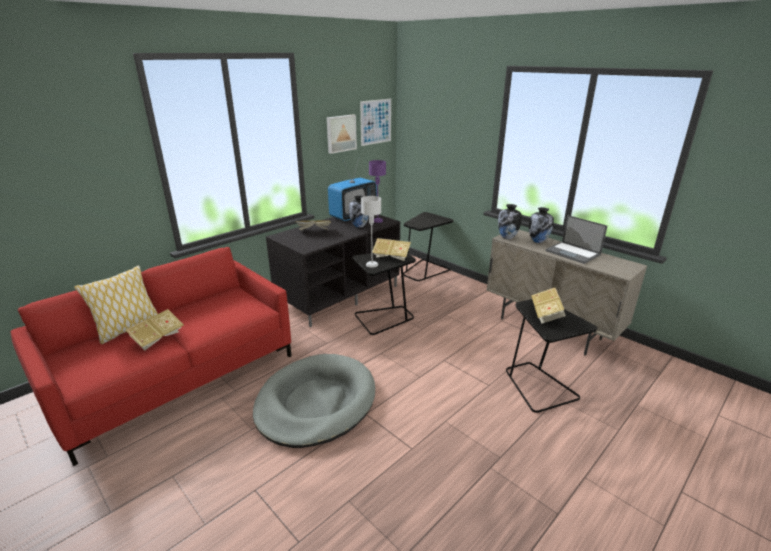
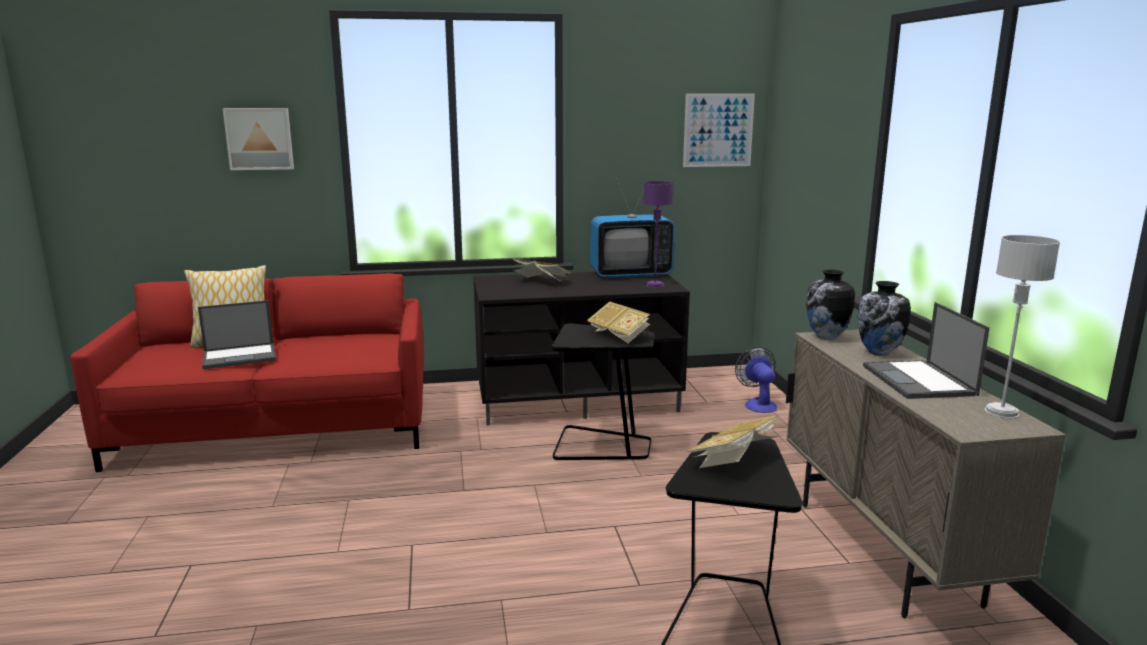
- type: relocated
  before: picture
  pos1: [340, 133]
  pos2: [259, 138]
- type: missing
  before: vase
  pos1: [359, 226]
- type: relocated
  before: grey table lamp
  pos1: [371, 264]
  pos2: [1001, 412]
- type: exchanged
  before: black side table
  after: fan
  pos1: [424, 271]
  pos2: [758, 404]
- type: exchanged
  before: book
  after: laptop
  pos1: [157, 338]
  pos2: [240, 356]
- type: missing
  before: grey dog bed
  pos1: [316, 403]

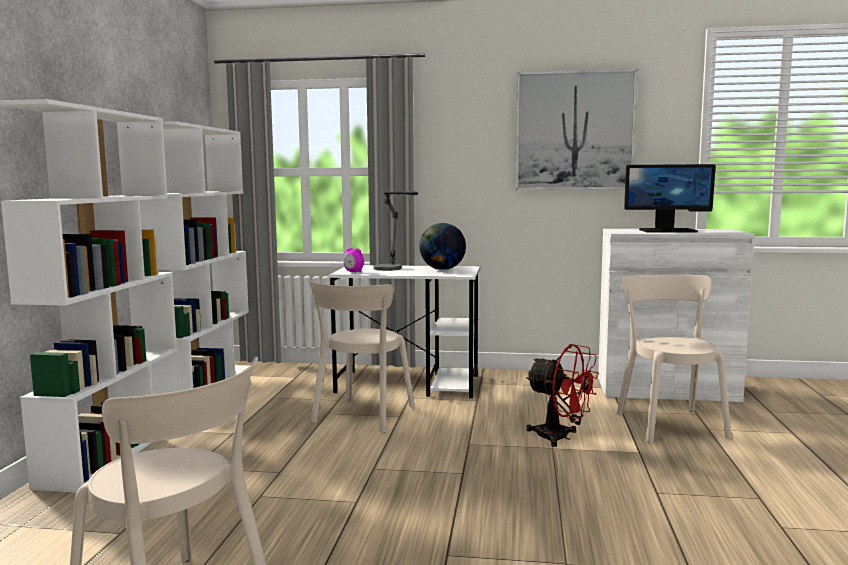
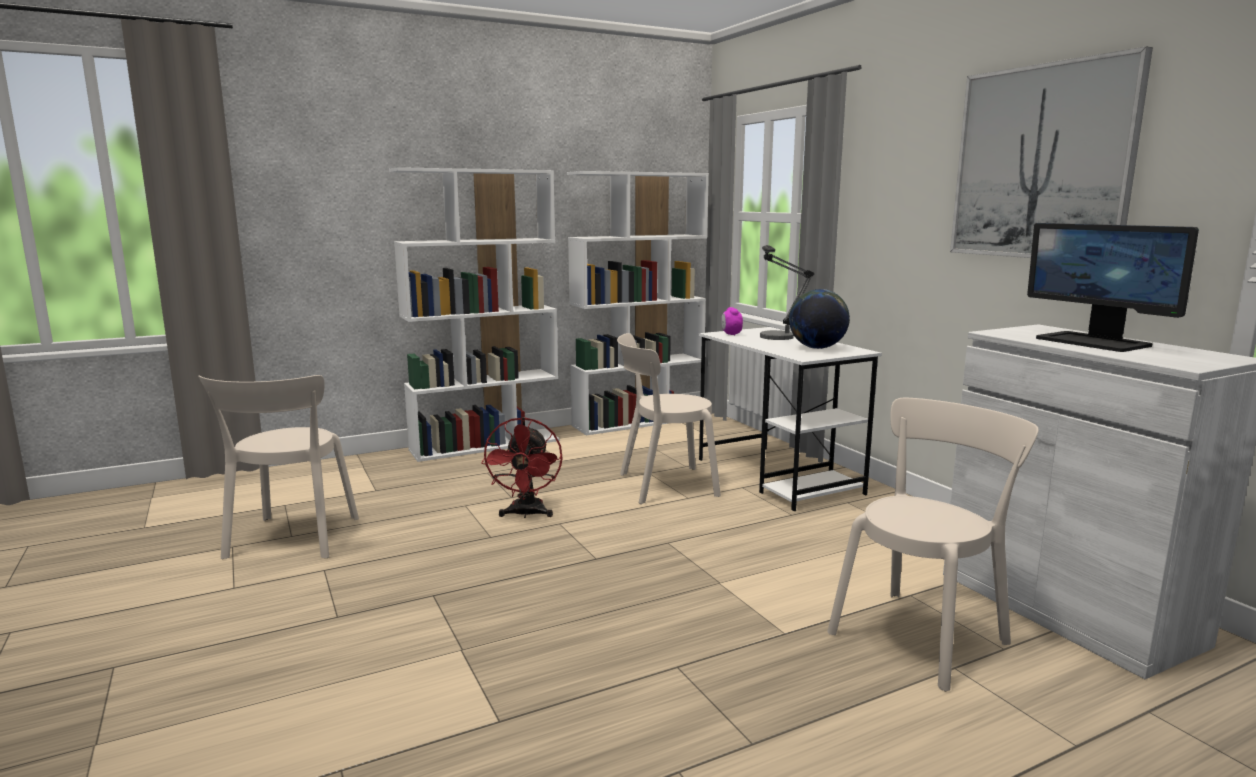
- type: relocated
  before: red fan
  pos1: [560, 438]
  pos2: [526, 514]

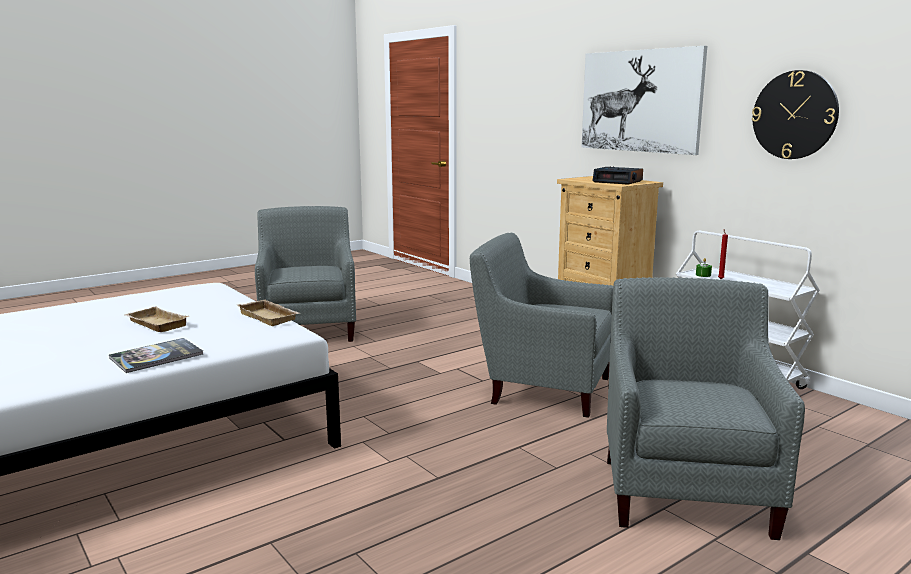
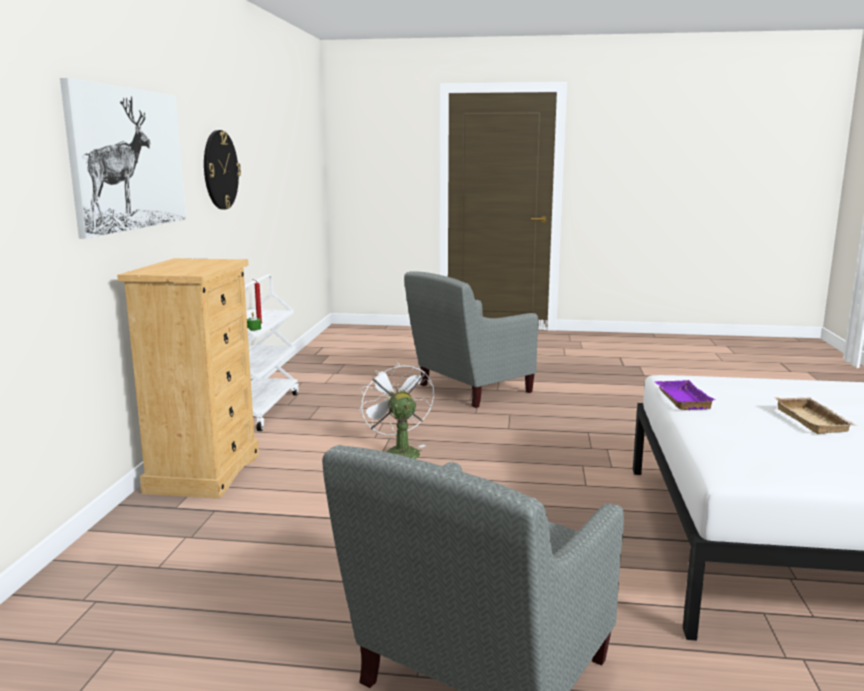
- type: missing
  before: alarm clock
  pos1: [618, 181]
- type: exchanged
  before: grey armchair
  after: white fan
  pos1: [543, 387]
  pos2: [397, 452]
- type: colour
  before: beige tray
  after: purple tray
  pos1: [270, 317]
  pos2: [680, 399]
- type: missing
  before: book
  pos1: [156, 356]

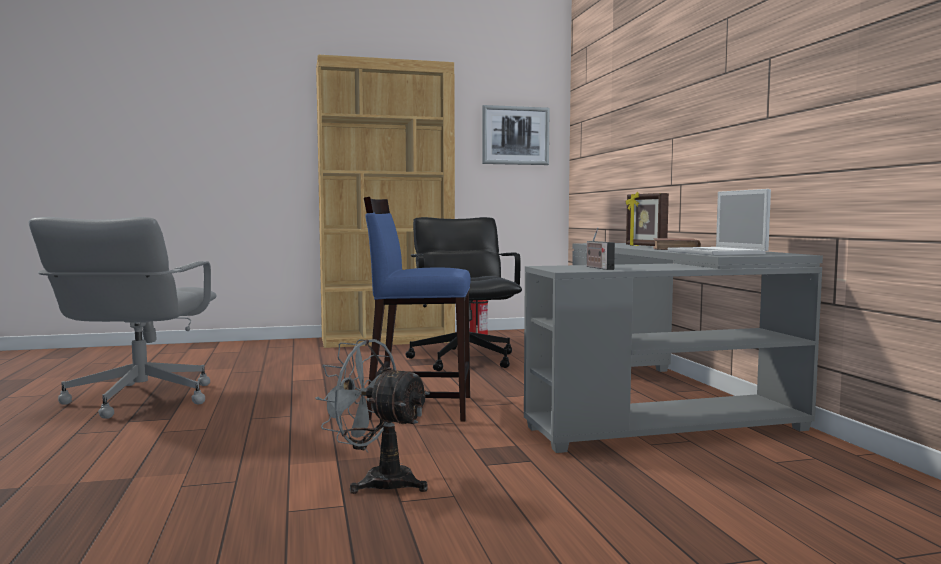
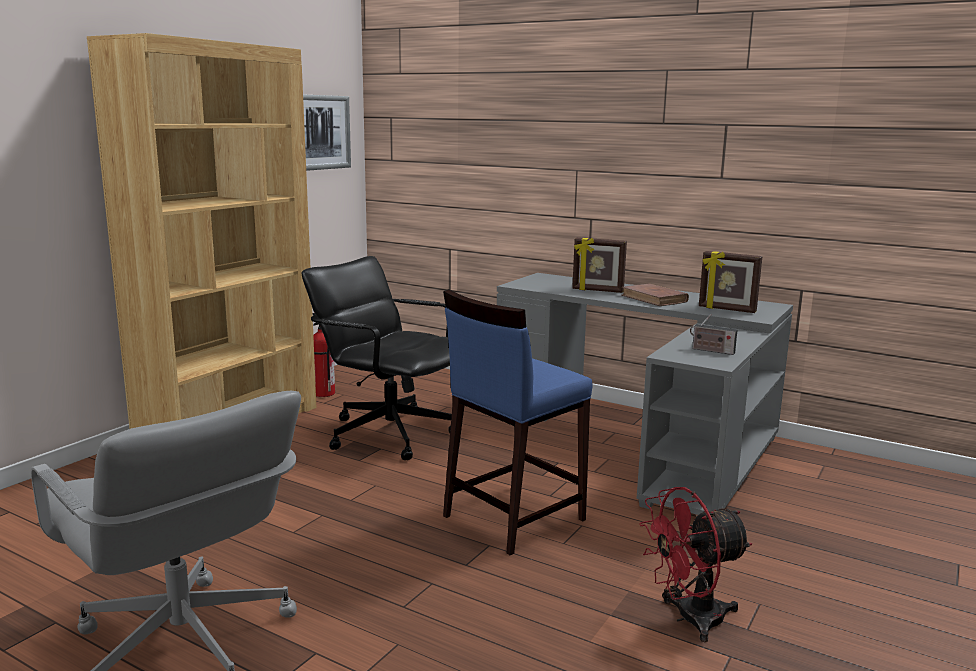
- type: exchanged
  before: laptop
  after: picture frame
  pos1: [717, 253]
  pos2: [726, 309]
- type: colour
  before: grey fan
  after: red fan
  pos1: [377, 481]
  pos2: [689, 619]

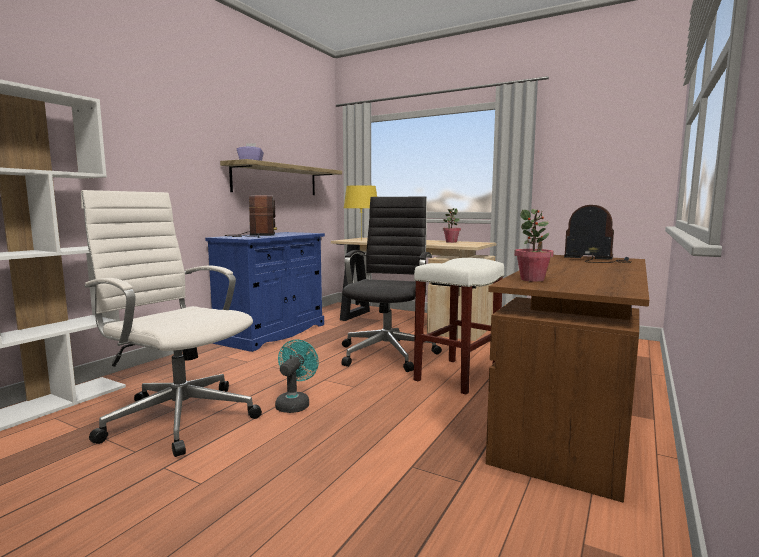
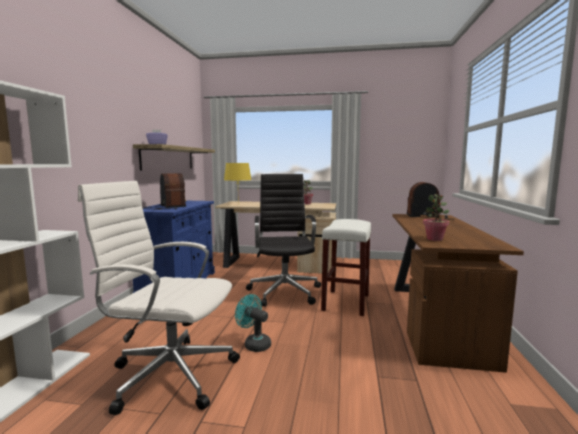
- type: spun
  before: turquoise fan
  pos1: [294, 403]
  pos2: [254, 344]
  turn: -45

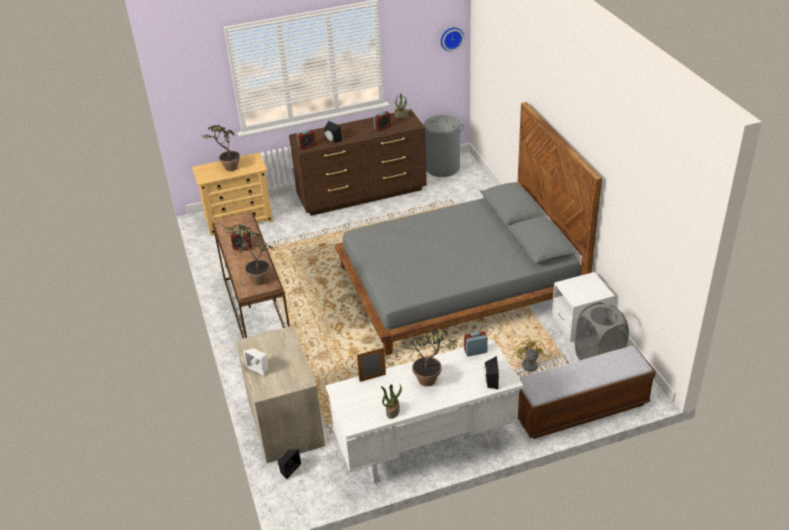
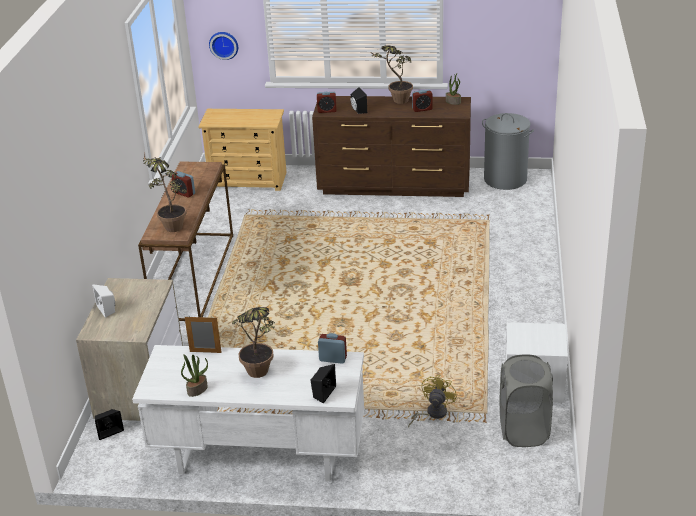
- type: relocated
  before: wall clock
  pos1: [451, 38]
  pos2: [224, 44]
- type: missing
  before: grey bed
  pos1: [458, 283]
- type: relocated
  before: potted plant
  pos1: [227, 170]
  pos2: [395, 101]
- type: missing
  before: bench
  pos1: [581, 409]

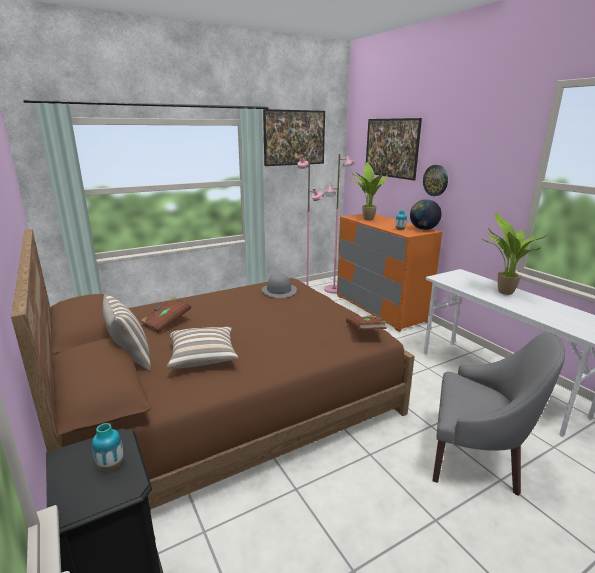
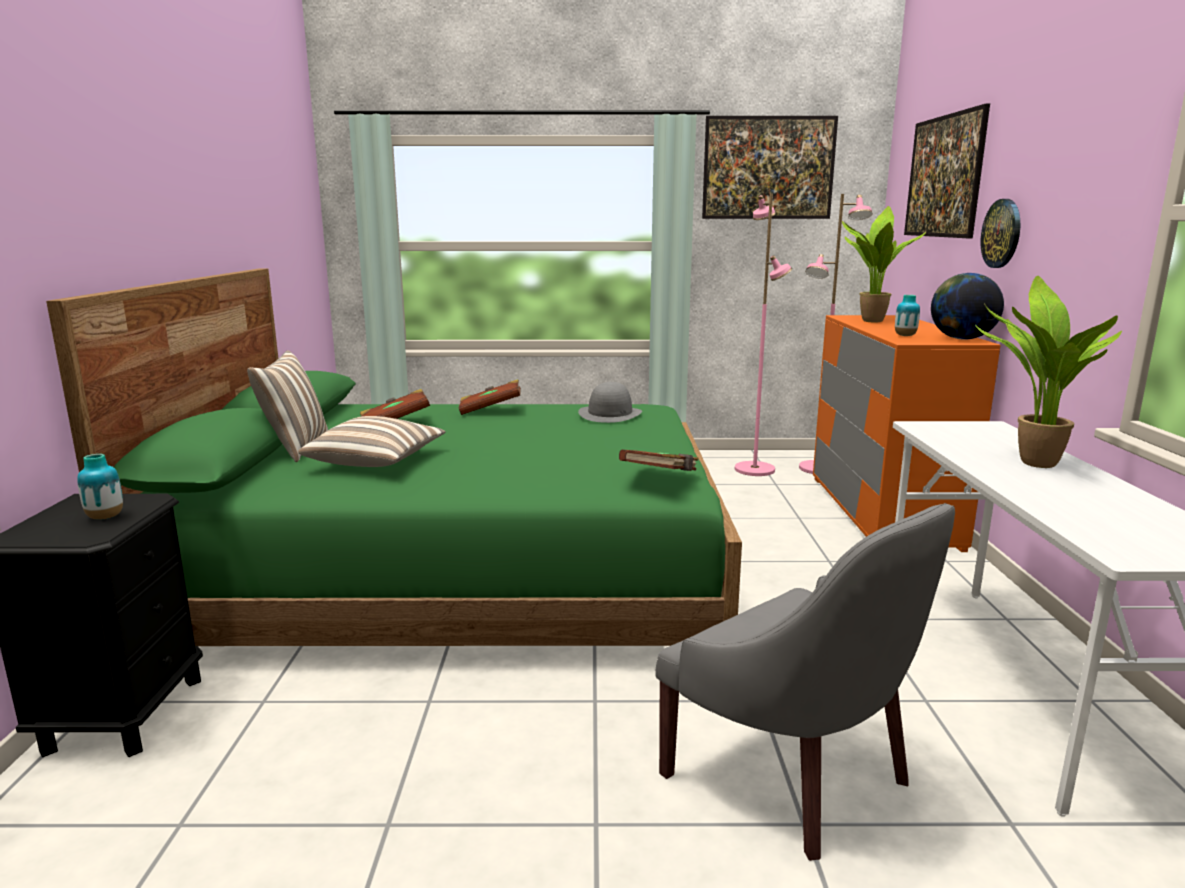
- type: colour
  before: brown bed
  after: green bed
  pos1: [225, 400]
  pos2: [460, 571]
- type: appeared
  after: brown book
  pos2: [490, 410]

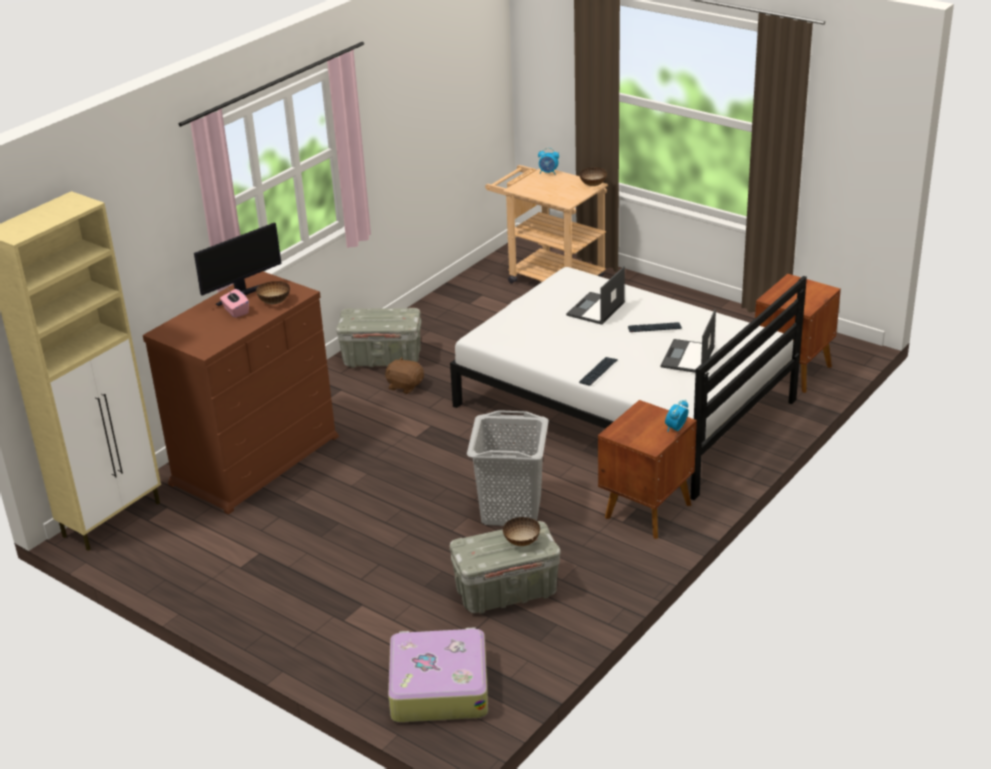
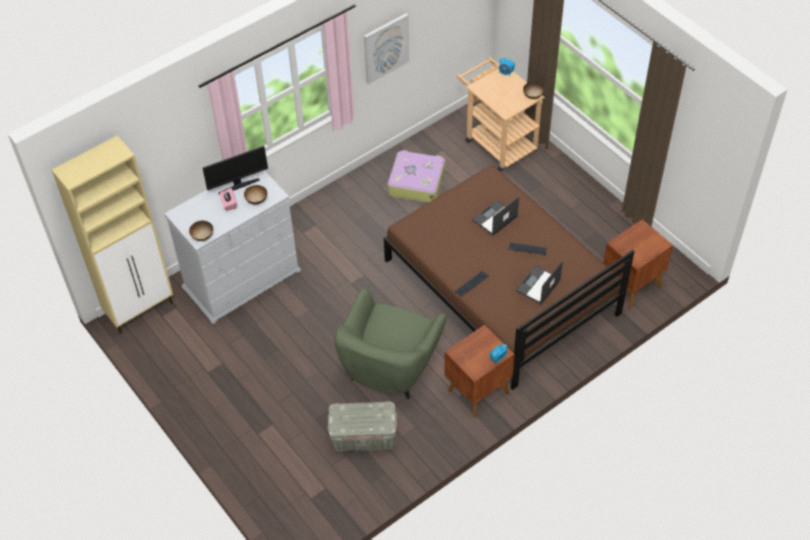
- type: colour
  before: white bed
  after: brown bed
  pos1: [623, 403]
  pos2: [500, 286]
- type: colour
  before: brown dresser
  after: white dresser
  pos1: [256, 460]
  pos2: [242, 278]
- type: missing
  before: grey storage box
  pos1: [381, 359]
- type: missing
  before: brown plush toy
  pos1: [405, 386]
- type: exchanged
  before: grey laundry basket
  after: green armchair
  pos1: [510, 510]
  pos2: [390, 368]
- type: relocated
  before: bowl
  pos1: [521, 542]
  pos2: [202, 236]
- type: relocated
  before: suitcase
  pos1: [438, 687]
  pos2: [416, 182]
- type: appeared
  after: picture
  pos2: [386, 48]

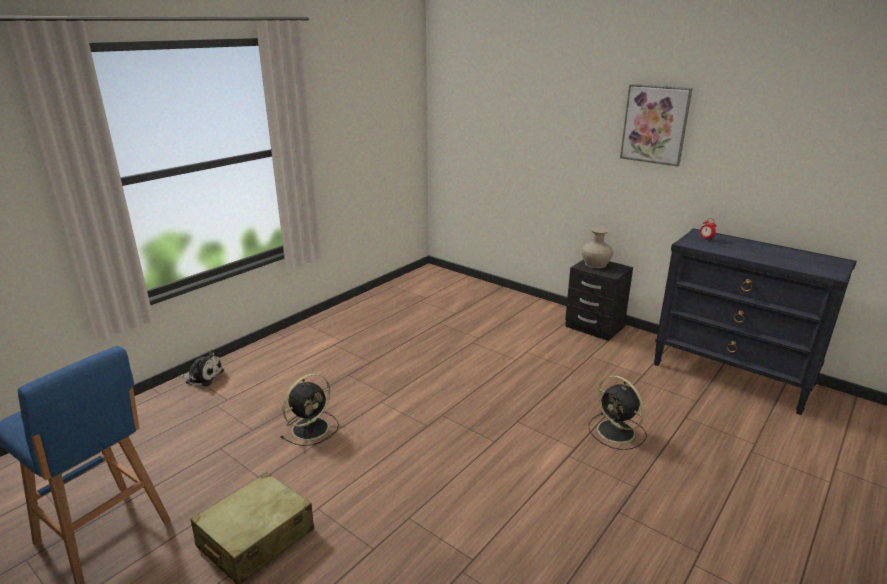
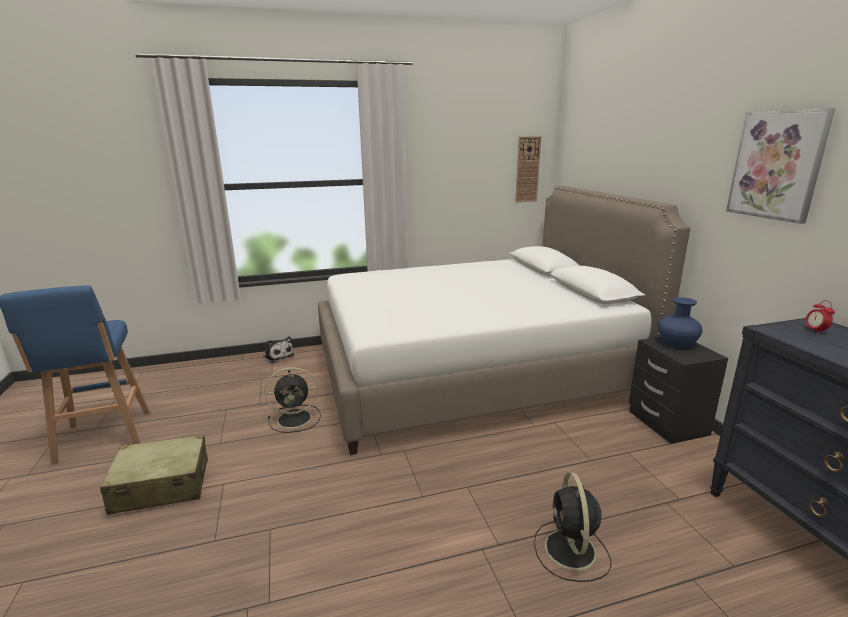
- type: colour
  before: beige vase
  after: blue vase
  pos1: [595, 264]
  pos2: [676, 343]
- type: appeared
  after: wall clock
  pos2: [527, 169]
- type: appeared
  after: white bed
  pos2: [472, 372]

